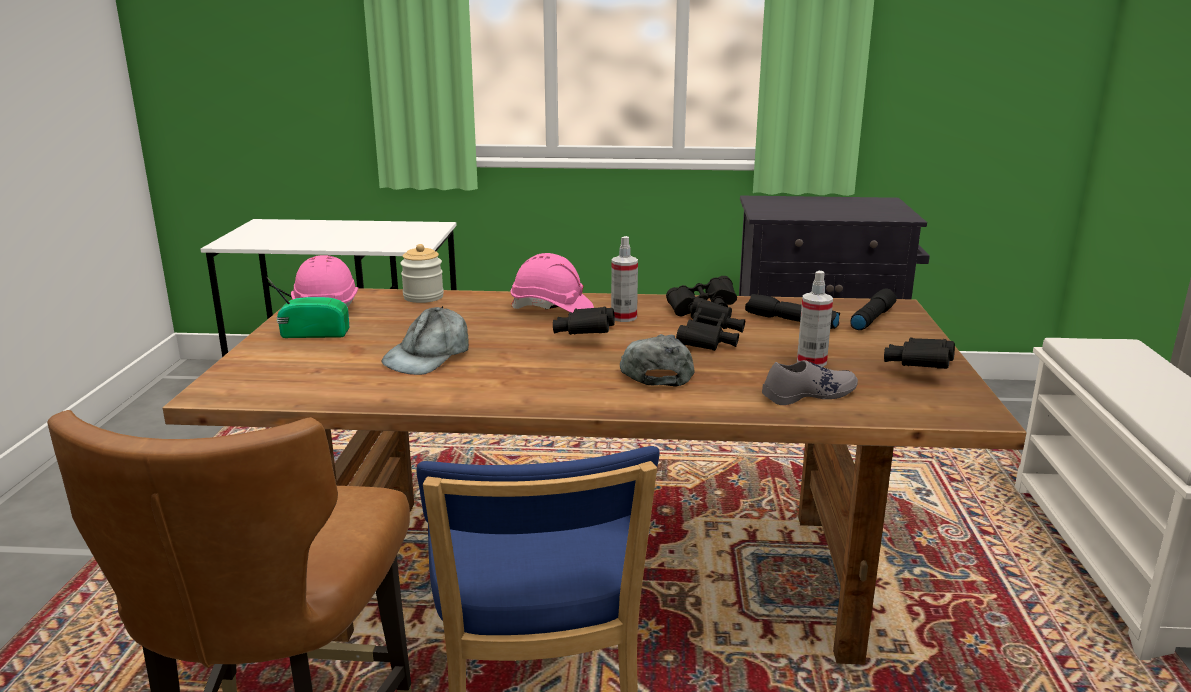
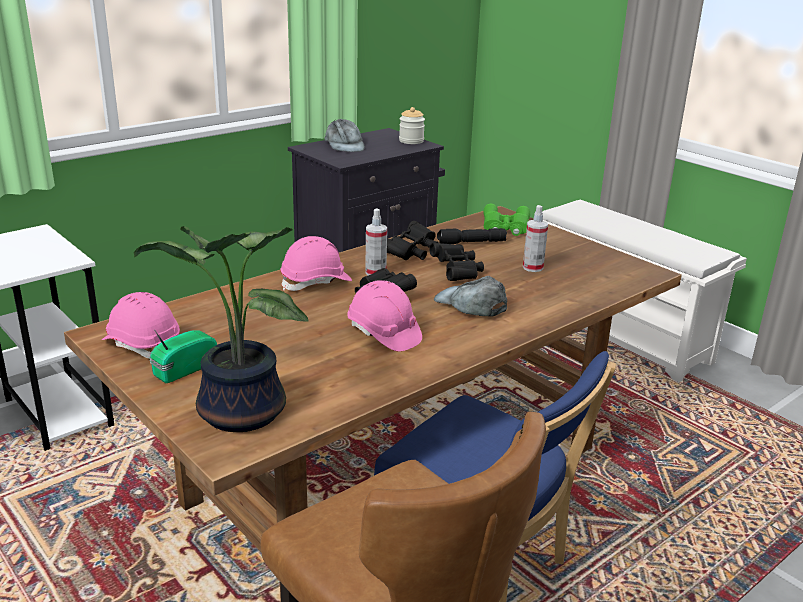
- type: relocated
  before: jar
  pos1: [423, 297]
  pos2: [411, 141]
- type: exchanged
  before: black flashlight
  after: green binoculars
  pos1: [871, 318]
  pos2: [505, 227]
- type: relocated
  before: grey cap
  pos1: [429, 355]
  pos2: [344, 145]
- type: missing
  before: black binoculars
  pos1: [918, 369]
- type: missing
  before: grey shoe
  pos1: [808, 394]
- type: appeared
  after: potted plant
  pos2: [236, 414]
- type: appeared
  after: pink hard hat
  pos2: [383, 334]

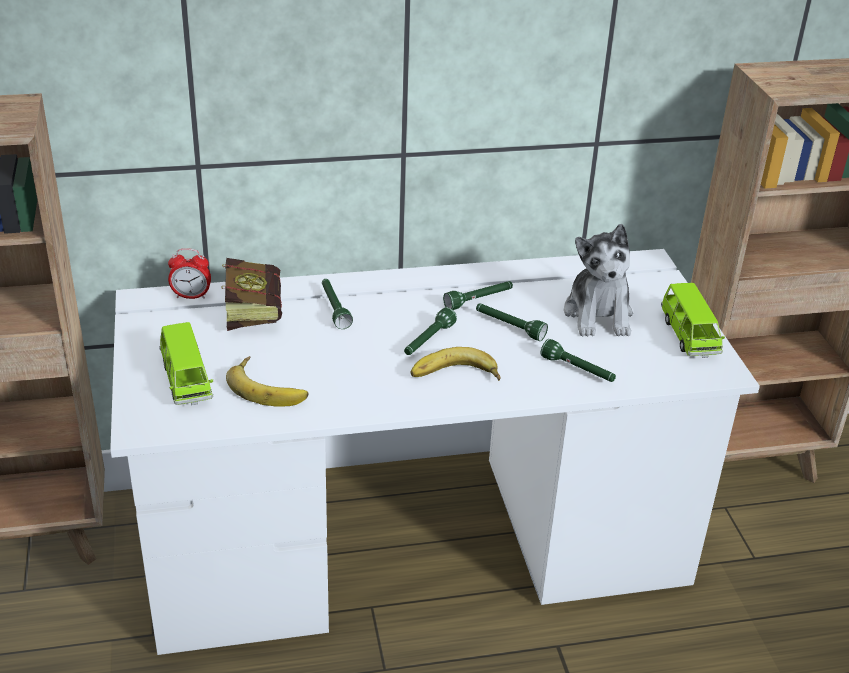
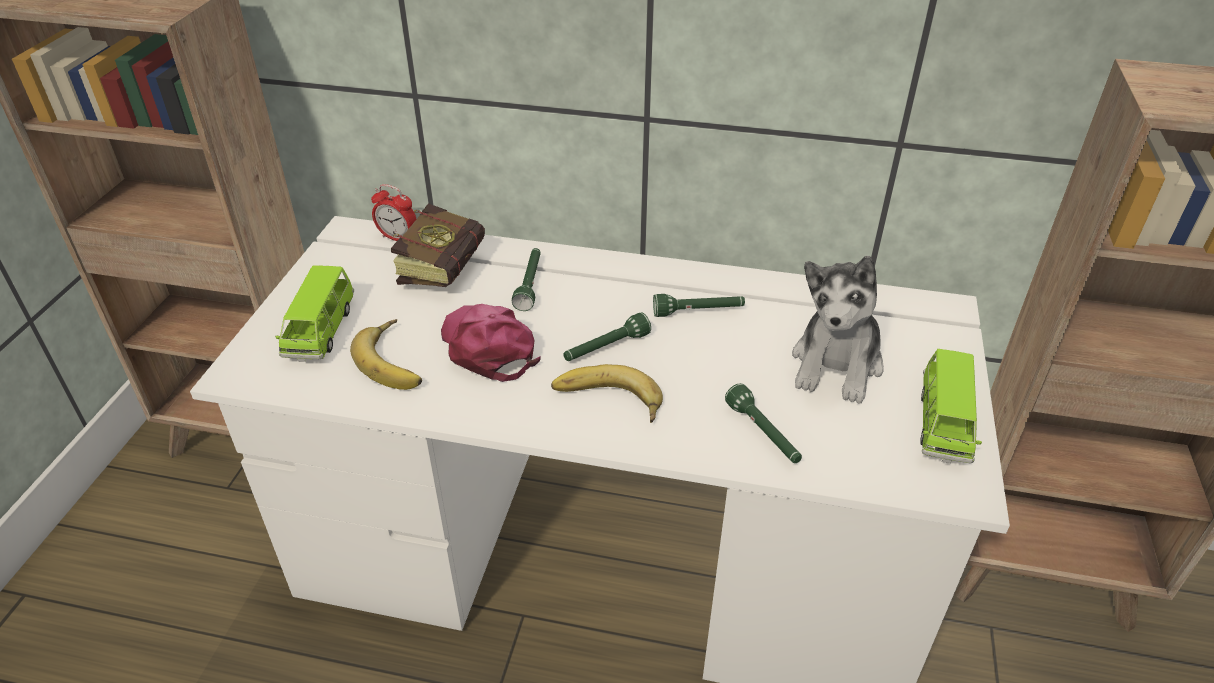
- type: missing
  before: green flashlight
  pos1: [509, 327]
- type: appeared
  after: pink cap
  pos2: [488, 347]

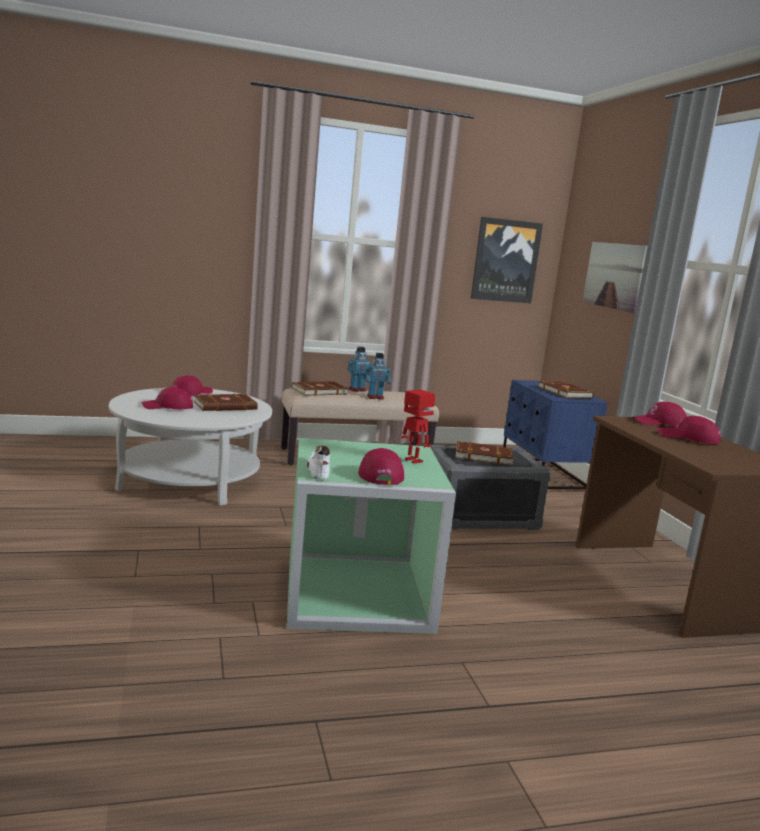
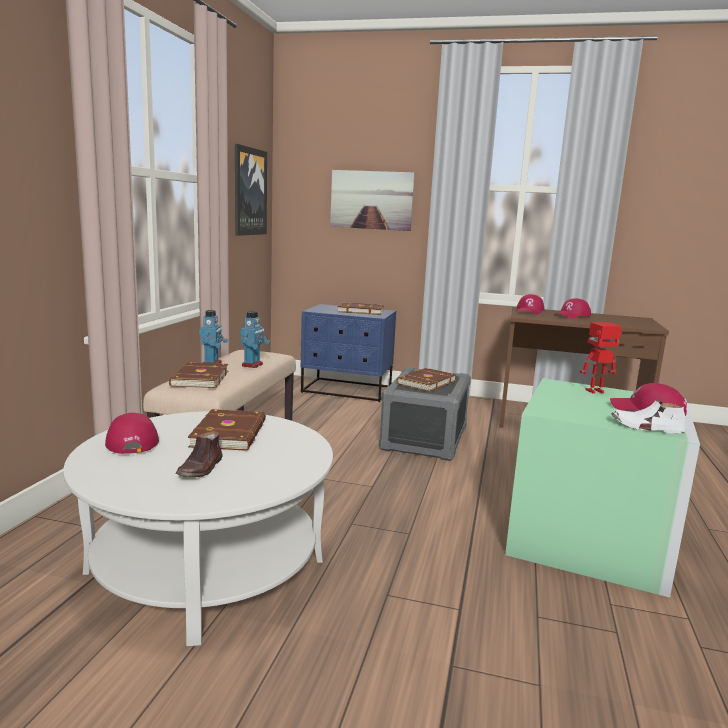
- type: exchanged
  before: red cap
  after: brown shoe
  pos1: [167, 406]
  pos2: [201, 468]

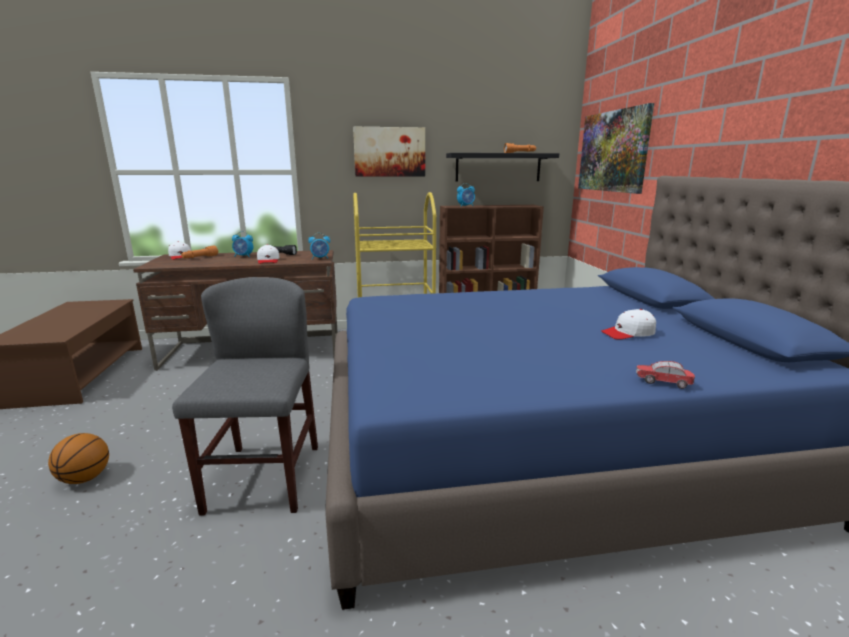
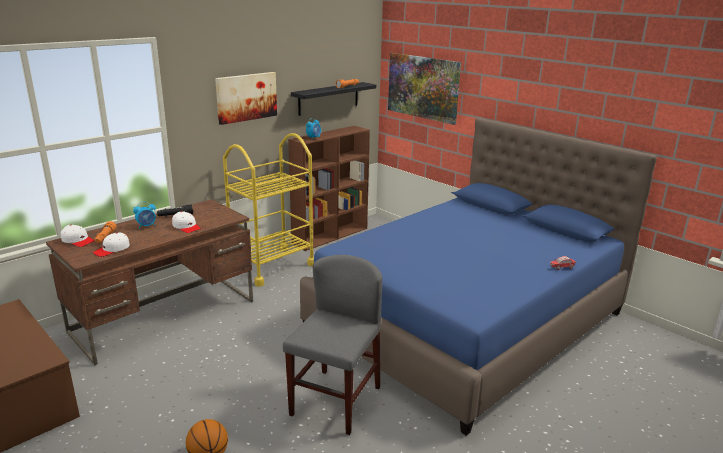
- type: missing
  before: alarm clock
  pos1: [320, 258]
- type: spun
  before: grey chair
  pos1: [264, 478]
  pos2: [335, 401]
  turn: 60
- type: relocated
  before: white cap
  pos1: [628, 333]
  pos2: [112, 249]

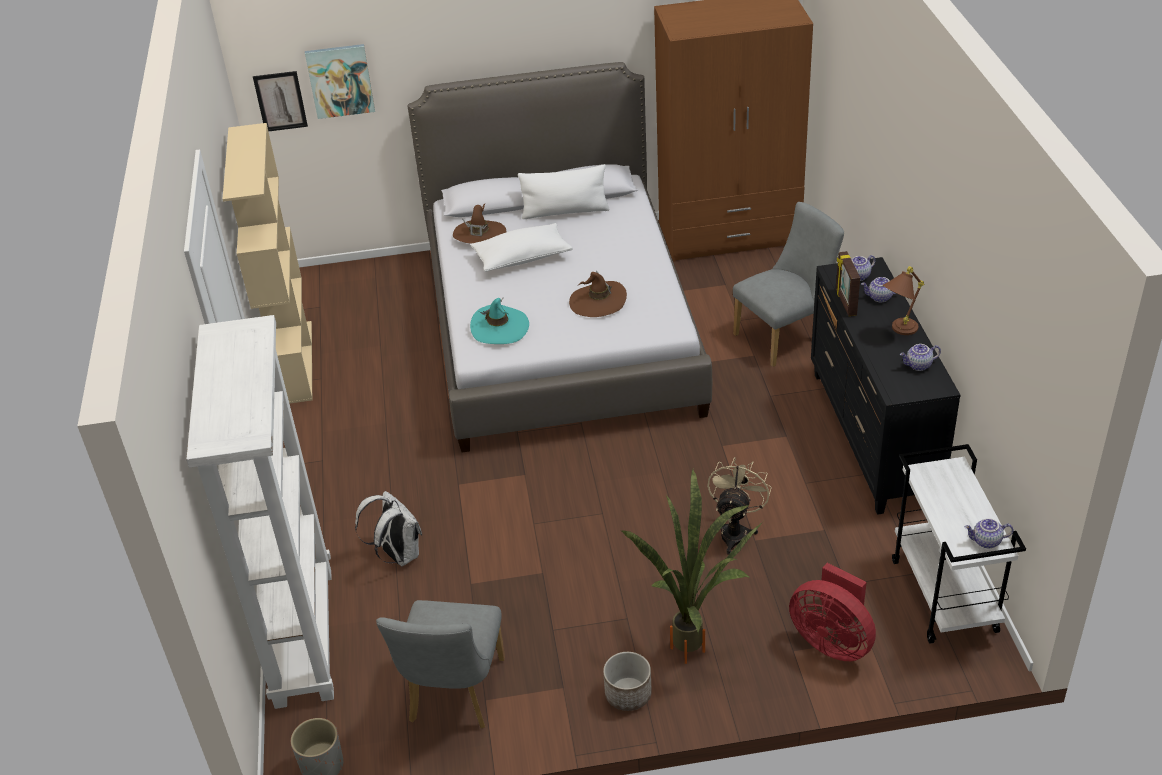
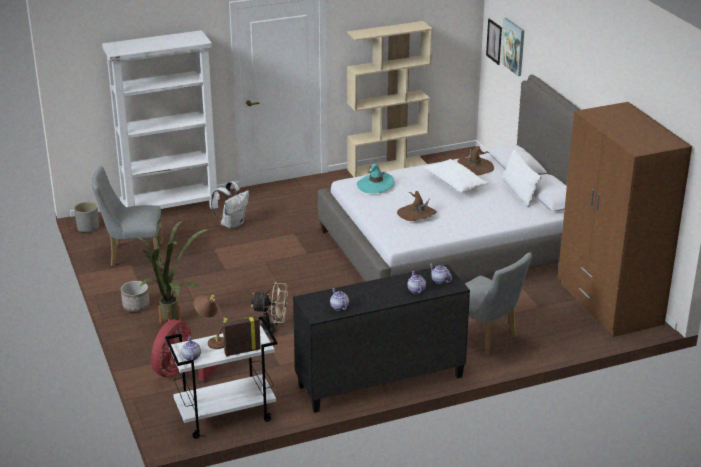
- type: relocated
  before: picture frame
  pos1: [845, 303]
  pos2: [242, 351]
- type: relocated
  before: brown table lamp
  pos1: [898, 331]
  pos2: [212, 341]

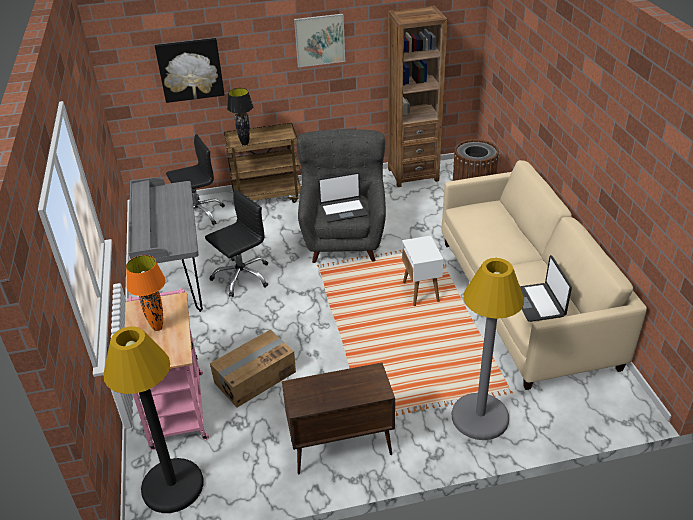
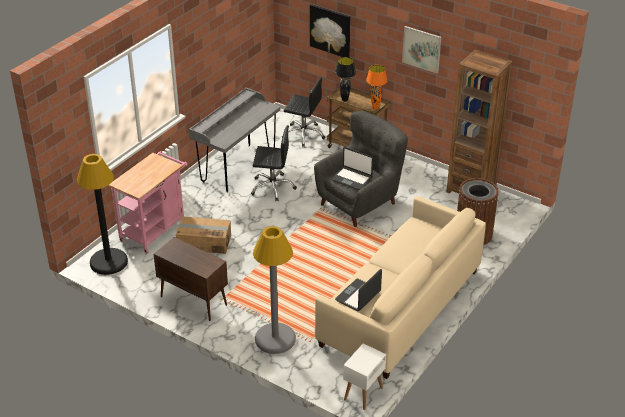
- type: relocated
  before: white side table
  pos1: [421, 292]
  pos2: [363, 394]
- type: relocated
  before: orange table lamp
  pos1: [157, 328]
  pos2: [375, 108]

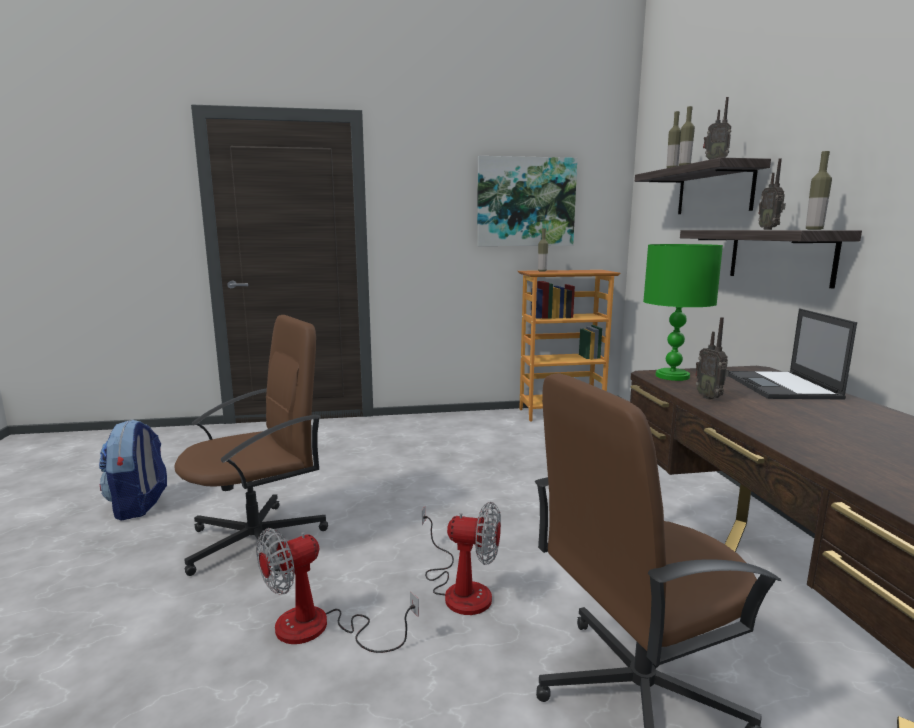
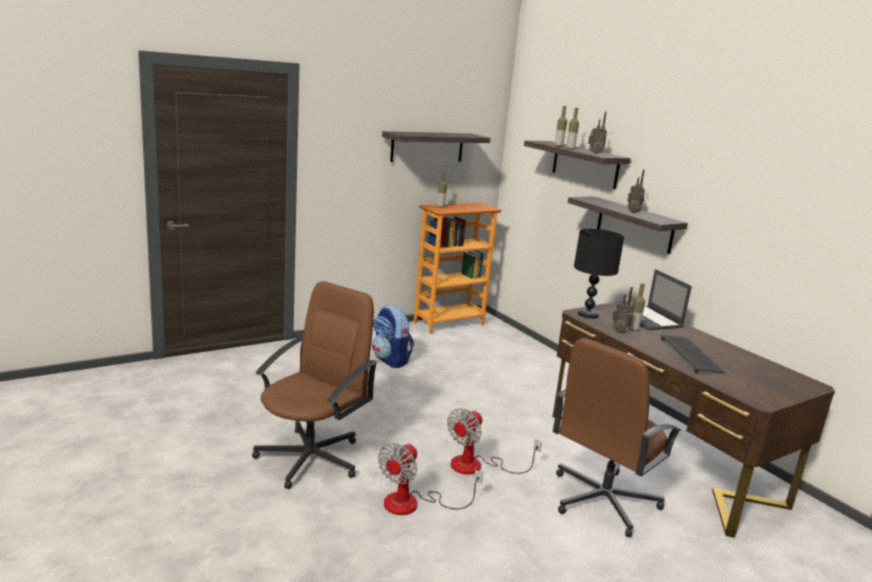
- type: relocated
  before: bottle
  pos1: [814, 229]
  pos2: [633, 330]
- type: exchanged
  before: picture
  after: shelf
  pos1: [525, 202]
  pos2: [427, 147]
- type: colour
  before: green table lamp
  after: black table lamp
  pos1: [672, 376]
  pos2: [588, 314]
- type: relocated
  before: backpack
  pos1: [139, 505]
  pos2: [390, 360]
- type: spun
  before: fan
  pos1: [460, 588]
  pos2: [477, 466]
  turn: 135
- type: appeared
  after: keyboard
  pos2: [692, 356]

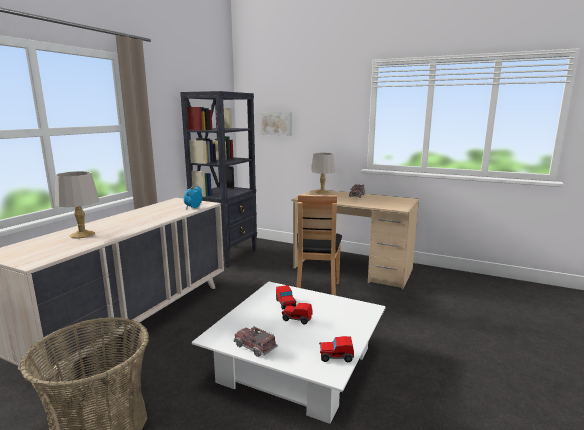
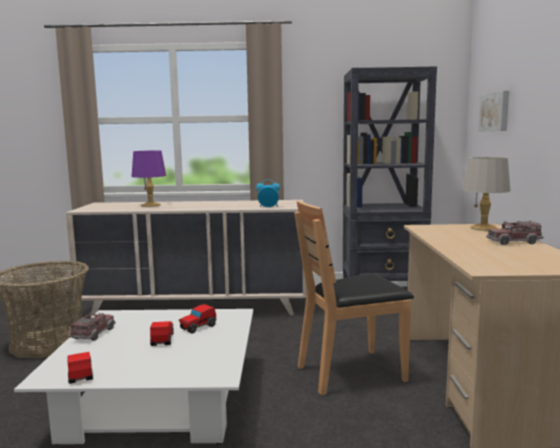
- type: colour
  before: grey table lamp
  after: purple table lamp
  pos1: [82, 234]
  pos2: [151, 205]

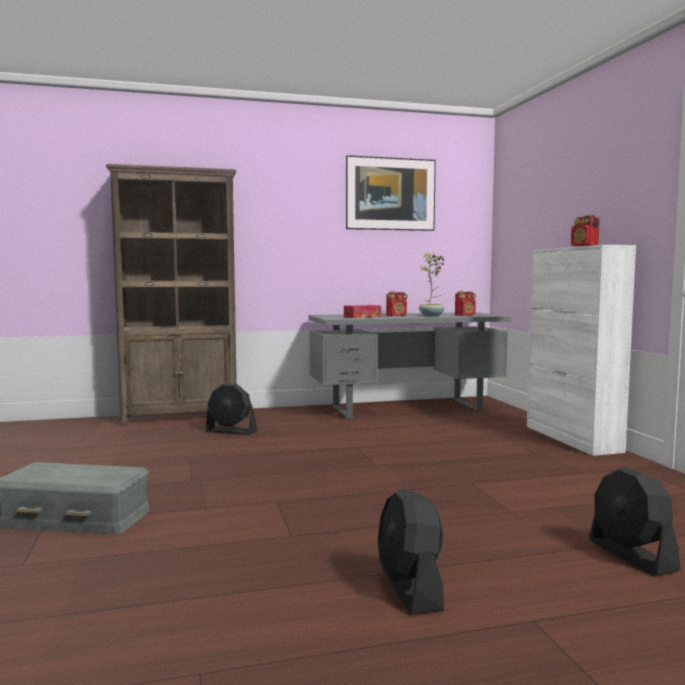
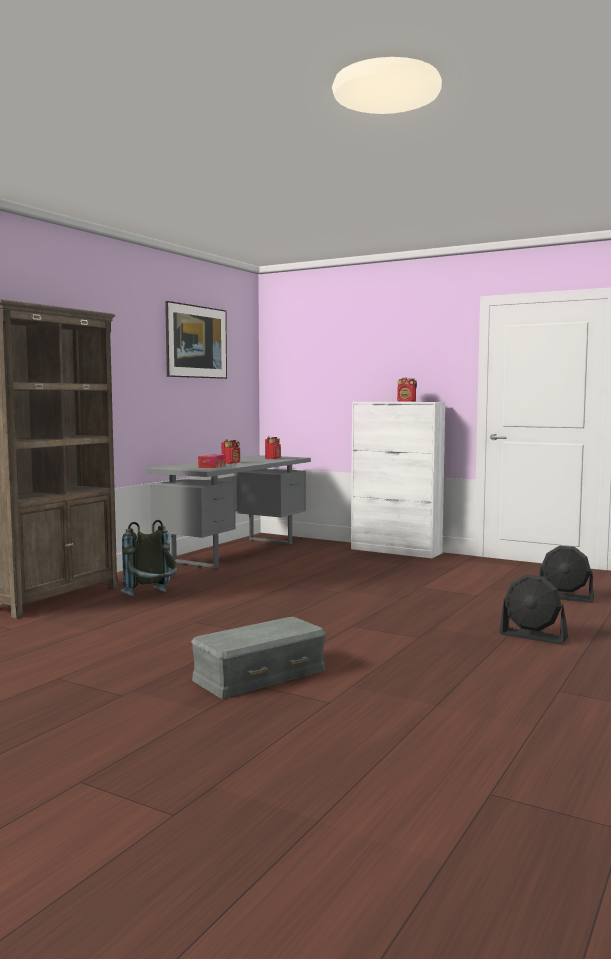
- type: missing
  before: potted plant
  pos1: [432, 316]
- type: exchanged
  before: black fan
  after: grey backpack
  pos1: [231, 431]
  pos2: [152, 597]

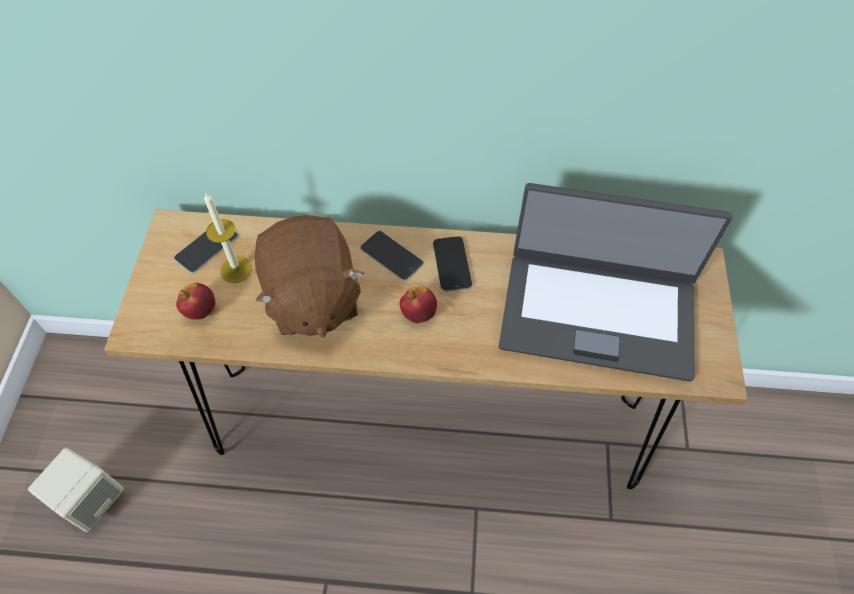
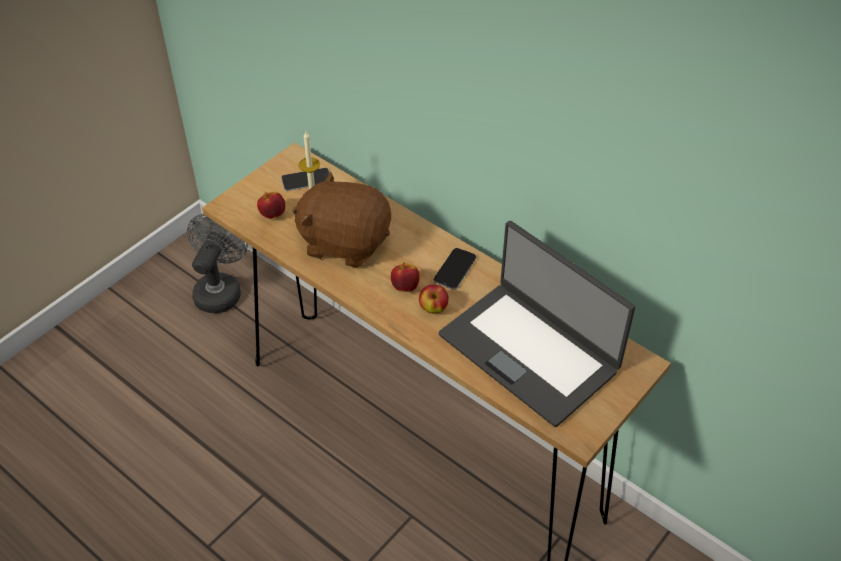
- type: spun
  before: brown plush toy
  pos1: [311, 298]
  pos2: [345, 242]
  turn: 90
- type: missing
  before: phone
  pos1: [391, 255]
- type: missing
  before: beige speaker
  pos1: [92, 500]
- type: appeared
  after: grey fan
  pos2: [220, 290]
- type: appeared
  after: apple
  pos2: [433, 308]

